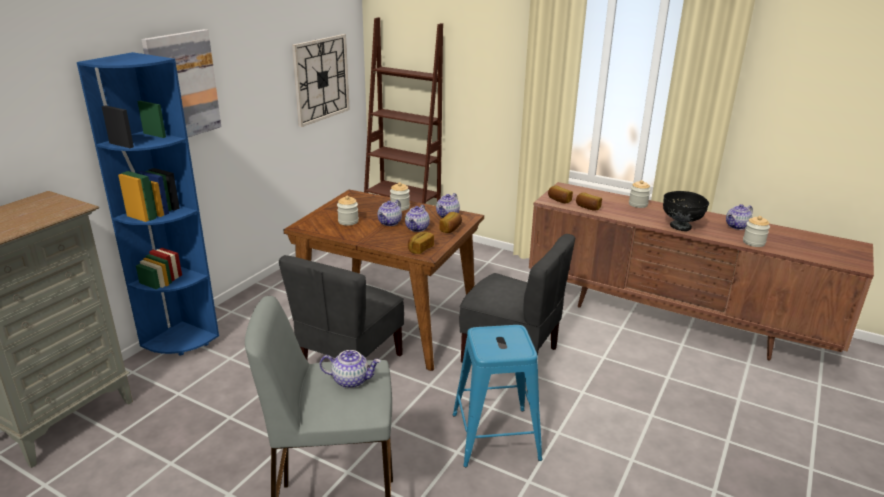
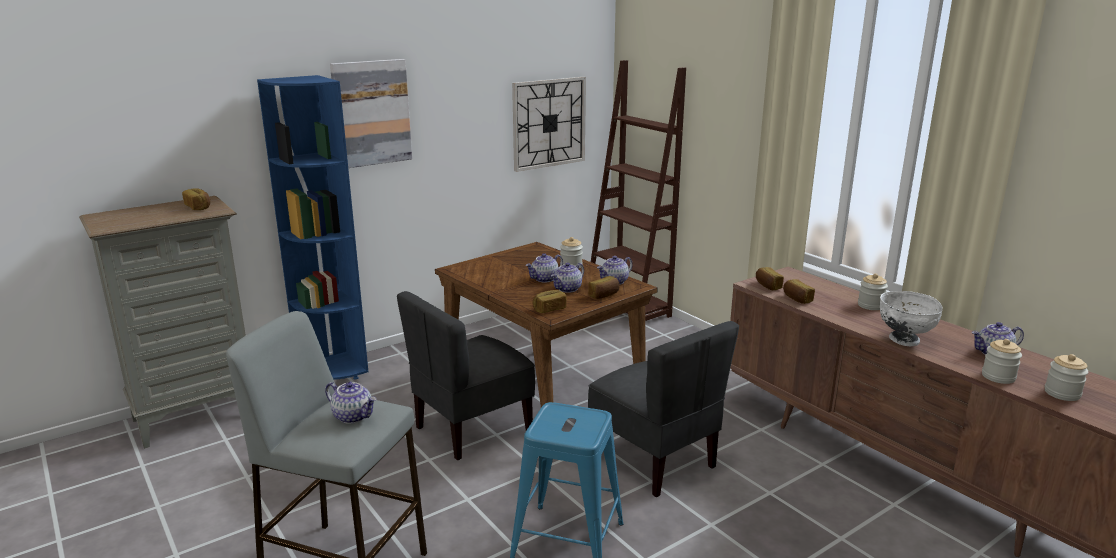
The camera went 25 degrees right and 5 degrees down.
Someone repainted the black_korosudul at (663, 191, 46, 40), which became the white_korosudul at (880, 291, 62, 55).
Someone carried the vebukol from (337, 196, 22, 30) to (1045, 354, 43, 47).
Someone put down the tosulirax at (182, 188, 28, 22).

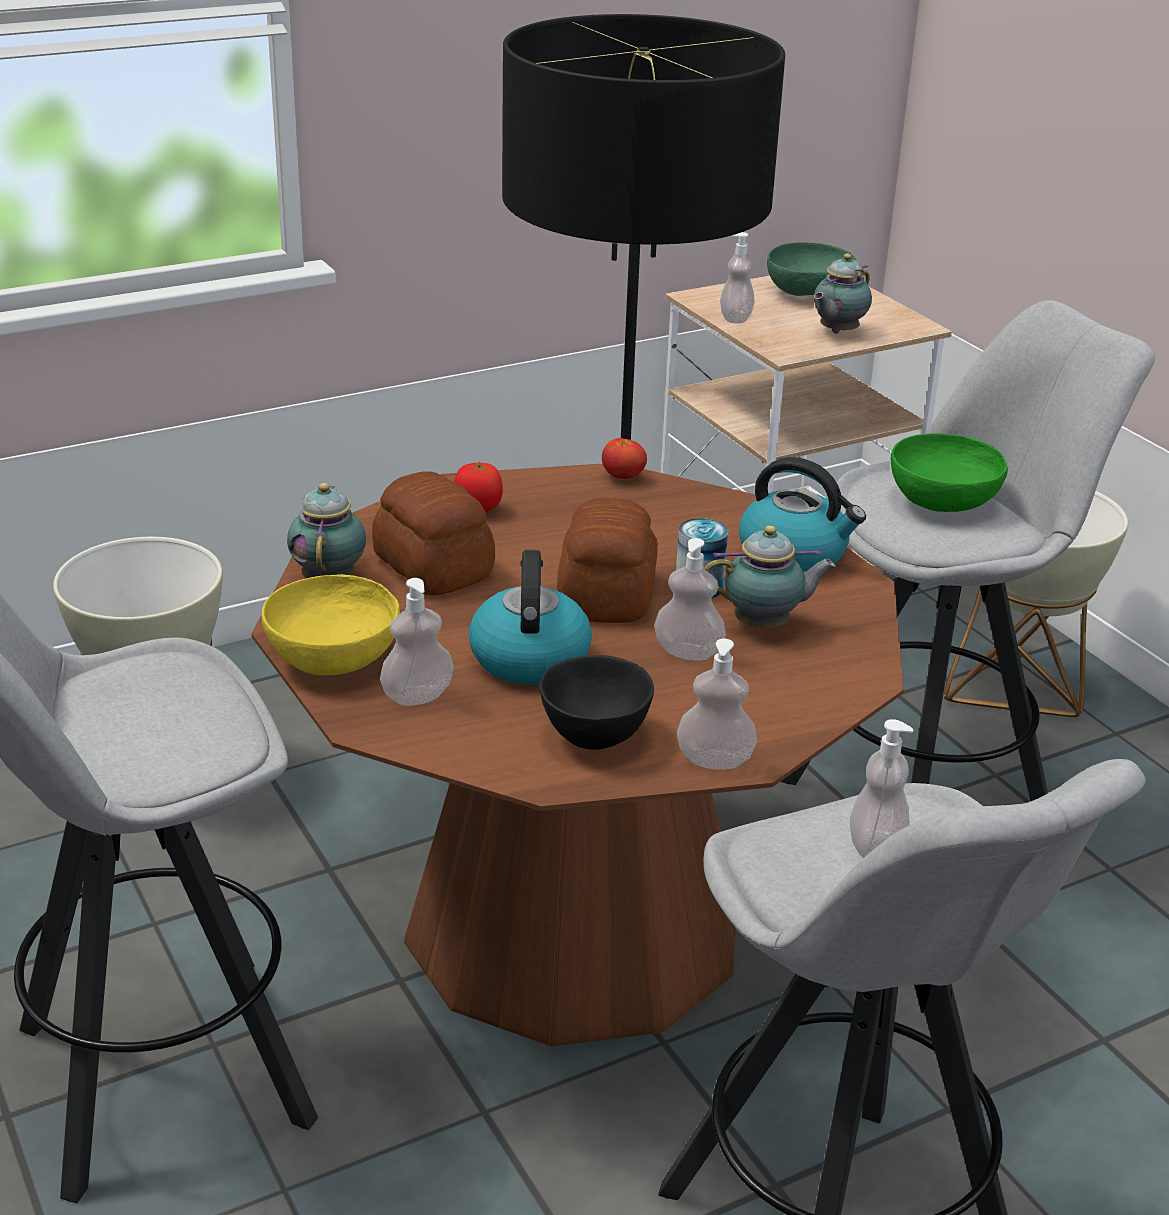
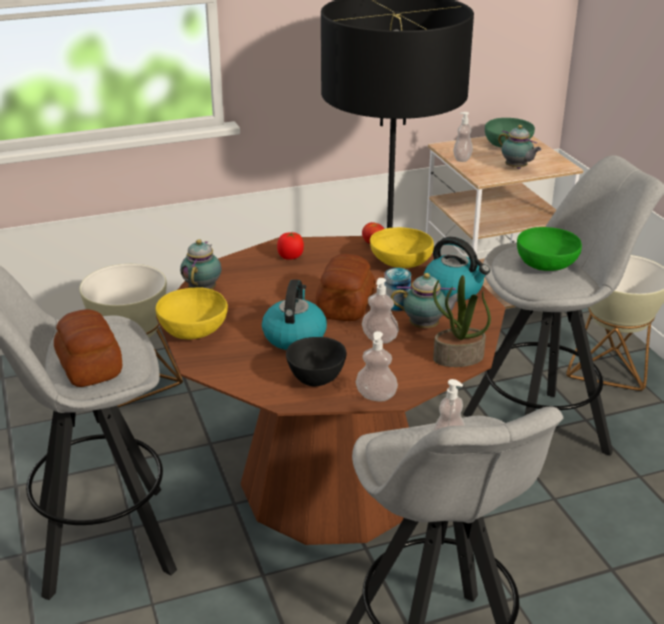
The camera went 10 degrees right and 0 degrees up.
Someone rotated the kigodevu at (814, 253, 58, 81) by 90 degrees counterclockwise.
Someone carried the tosulirax from (372, 471, 123, 125) to (54, 309, 68, 78).
Someone took away the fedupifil at (380, 578, 74, 128).
Someone put down the yellow_korosudul at (370, 227, 64, 41).
Someone put down the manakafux at (433, 275, 58, 92).

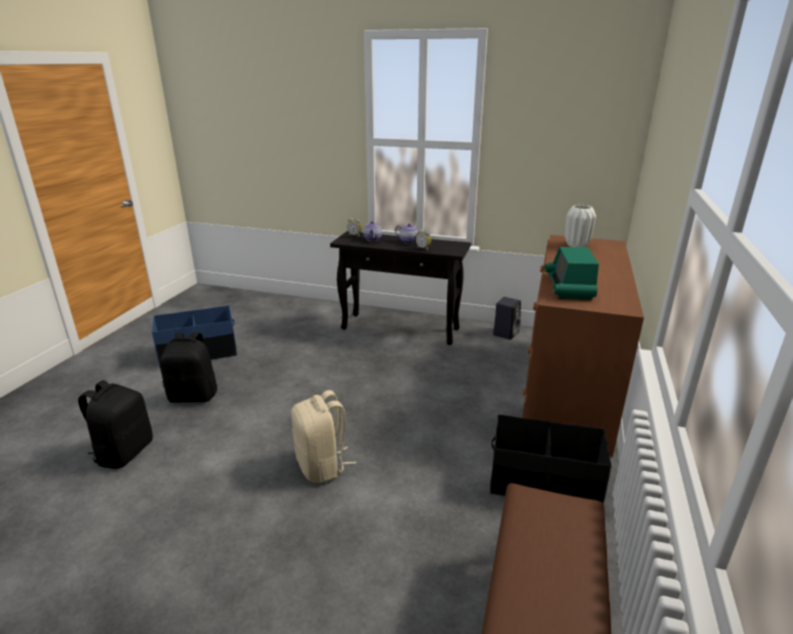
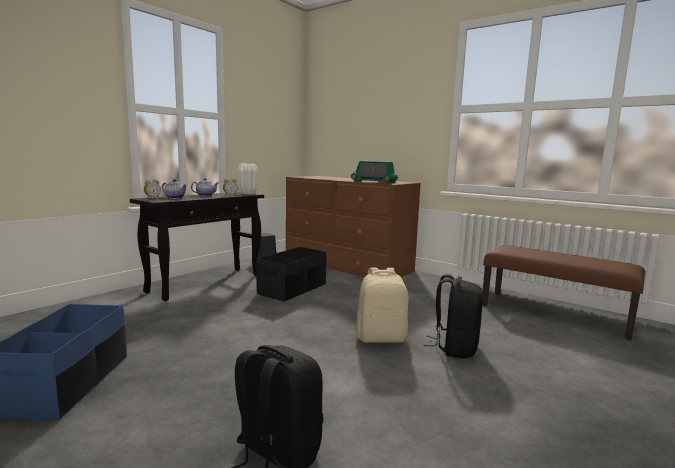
The camera went 70 degrees left and 15 degrees down.
Someone carried the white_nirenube from (565, 205, 31, 42) to (237, 164, 21, 31).
Someone carried the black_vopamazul from (159, 333, 58, 69) to (424, 274, 59, 84).
Someone carried the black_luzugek from (490, 414, 122, 90) to (256, 247, 71, 55).

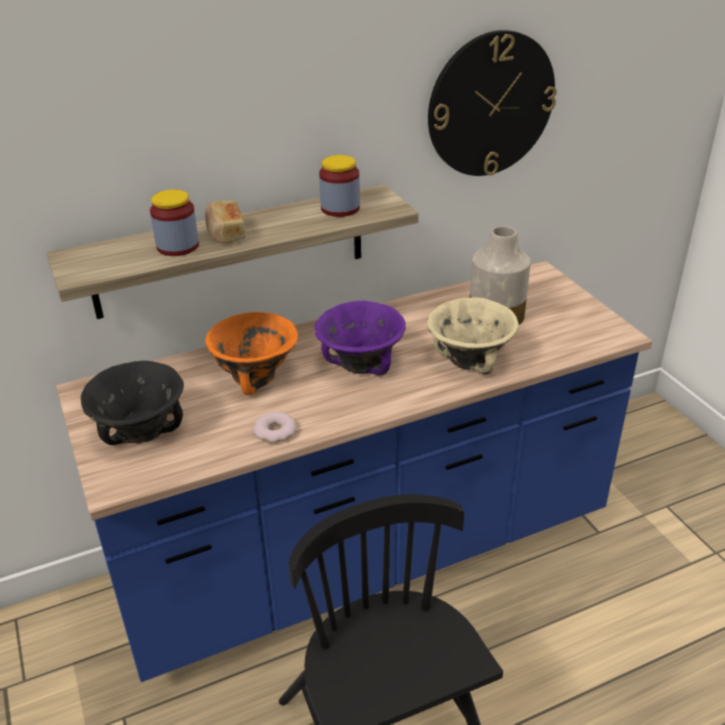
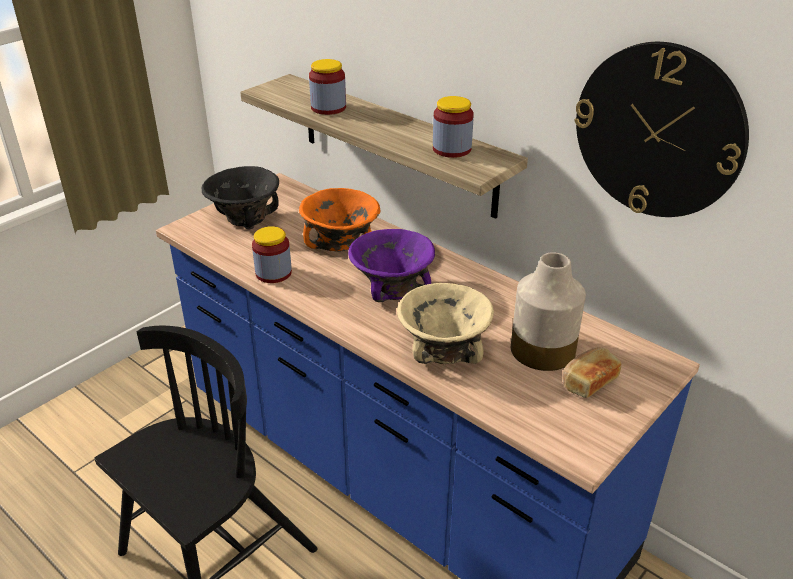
The camera went 65 degrees right and 0 degrees up.
Someone carried the tosulirax from (205, 201, 41, 43) to (562, 347, 60, 51).
Someone swapped the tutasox at (253, 412, 43, 31) for the vebukol at (252, 226, 40, 57).

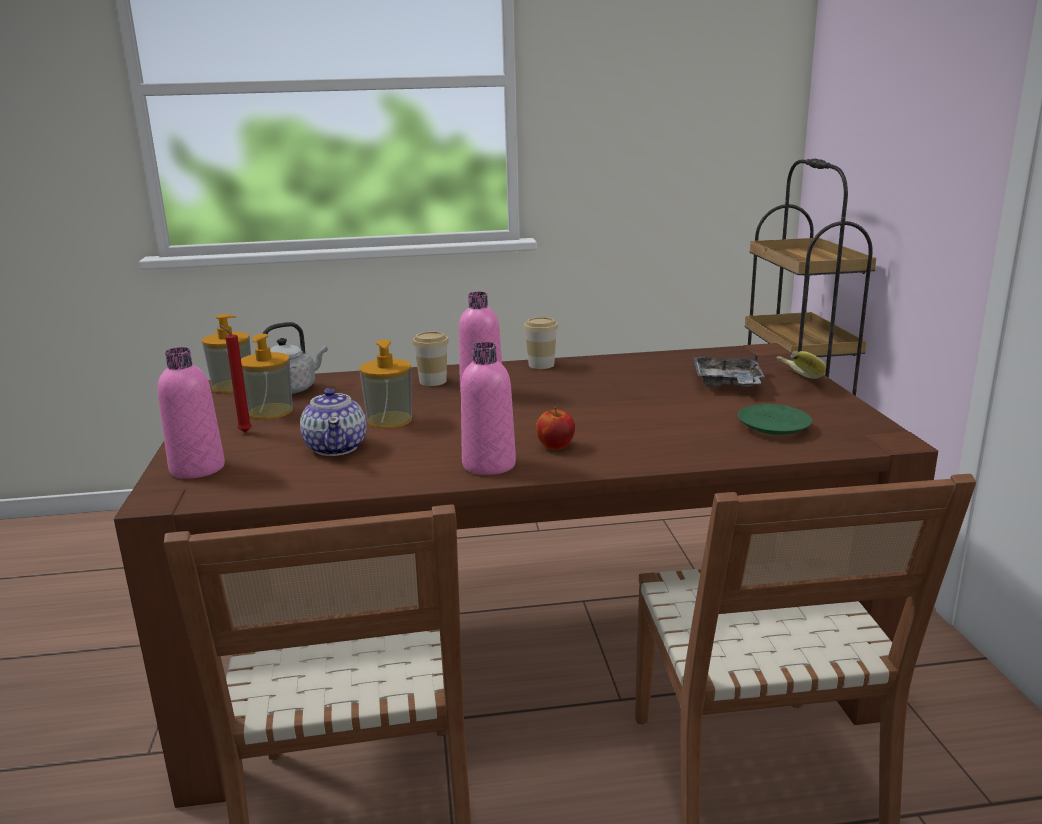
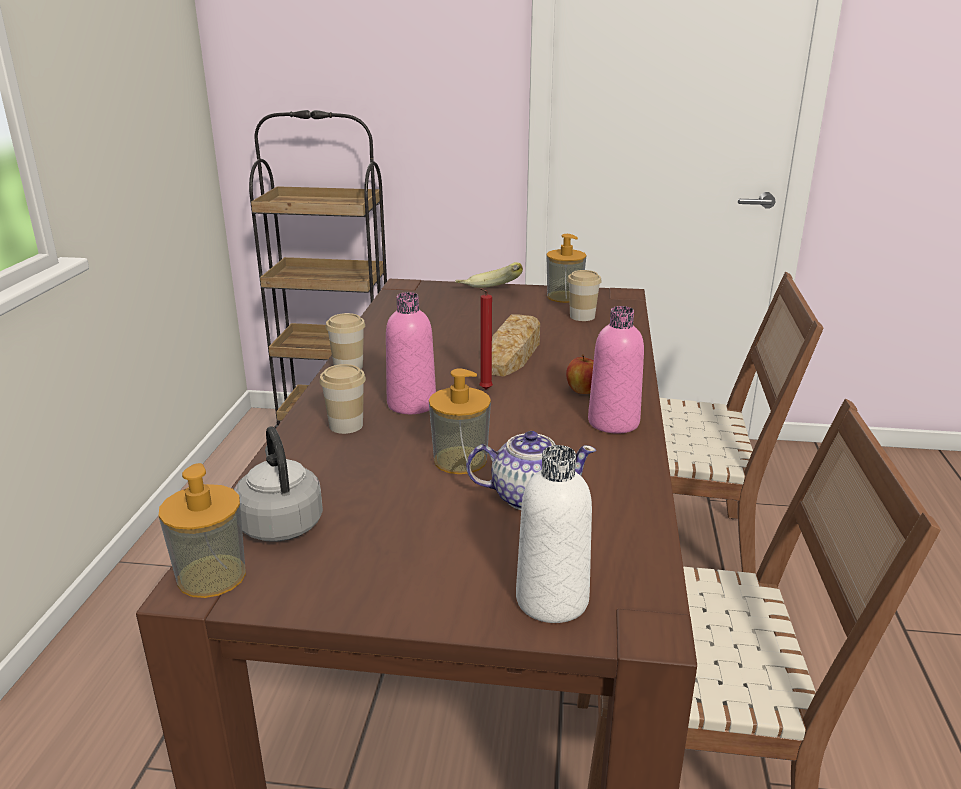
The camera went 75 degrees left and 5 degrees up.
Someone carried the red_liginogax from (219, 324, 33, 109) to (479, 288, 14, 101).
Someone carried the fedupifil from (241, 334, 52, 85) to (546, 234, 40, 69).
Someone repainted the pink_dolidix at (158, 347, 67, 132), which became the white_dolidix at (516, 445, 76, 178).
Someone took away the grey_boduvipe at (693, 353, 72, 34).
Someone swapped the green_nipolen at (738, 404, 74, 31) for the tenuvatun at (567, 270, 35, 51).
Someone put down the tosulirax at (492, 314, 48, 62).

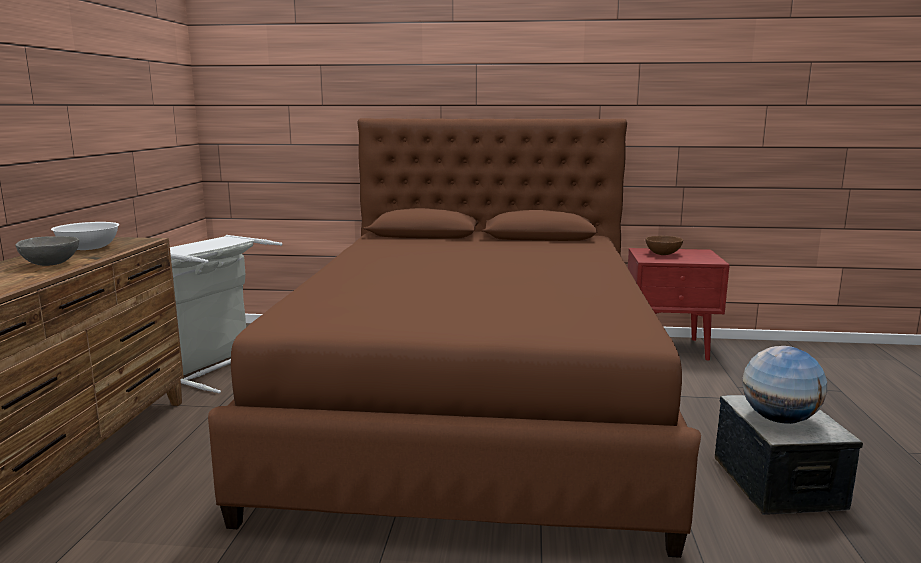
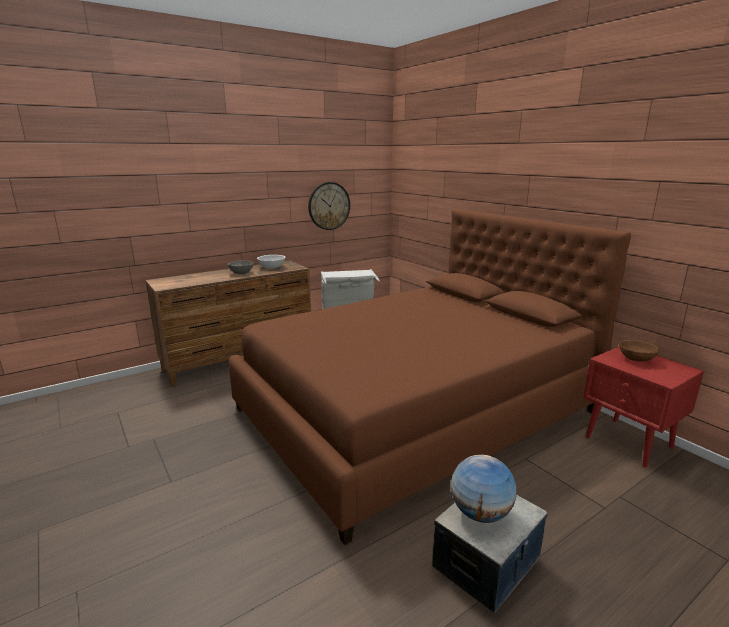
The camera went 50 degrees right and 5 degrees up.
Someone put up the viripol at (308, 182, 42, 48).

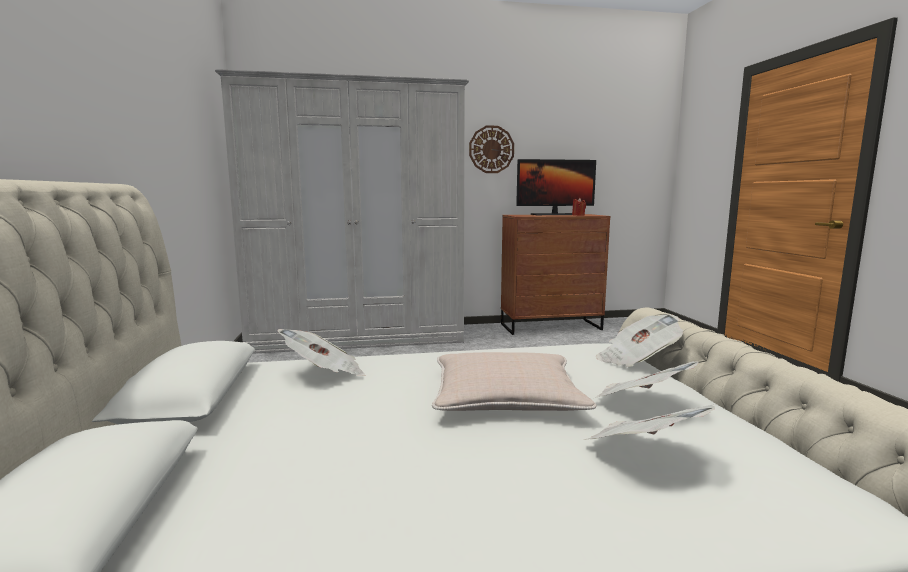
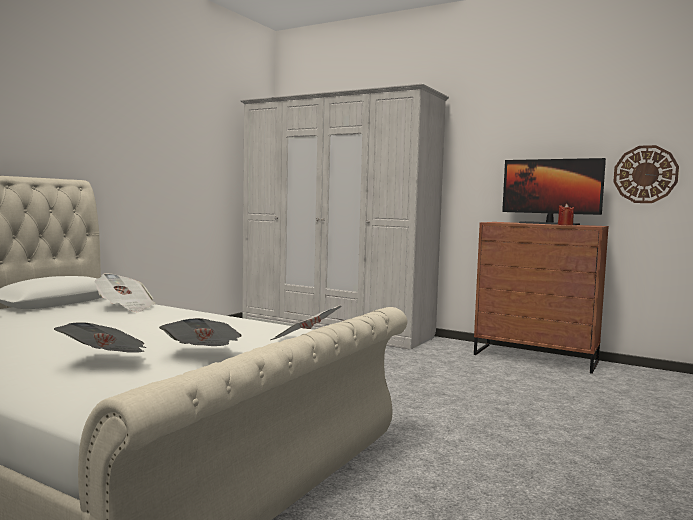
The camera went 40 degrees right and 5 degrees down.
Someone carried the viripol from (469, 125, 45, 48) to (613, 145, 66, 58).
Someone took away the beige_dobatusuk at (432, 352, 165, 59).

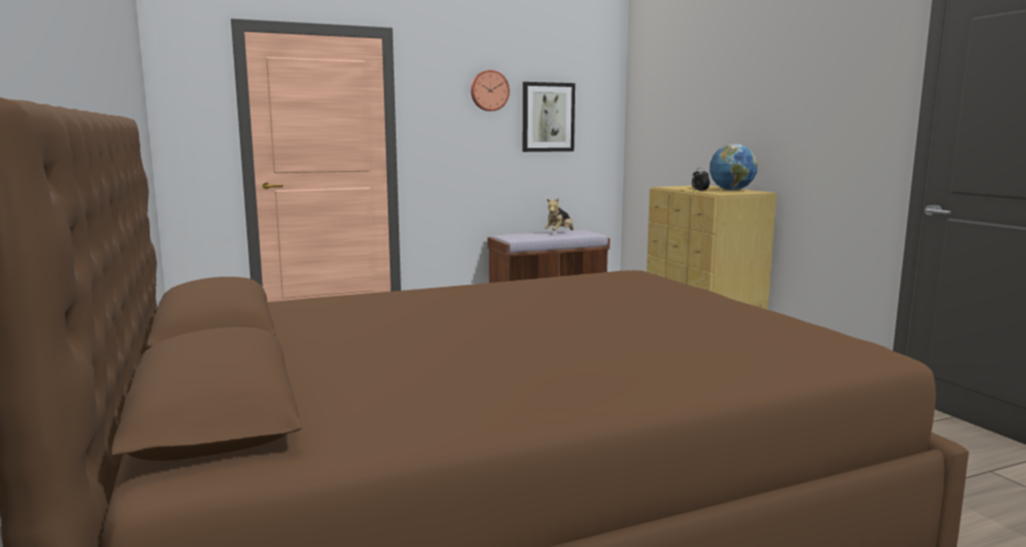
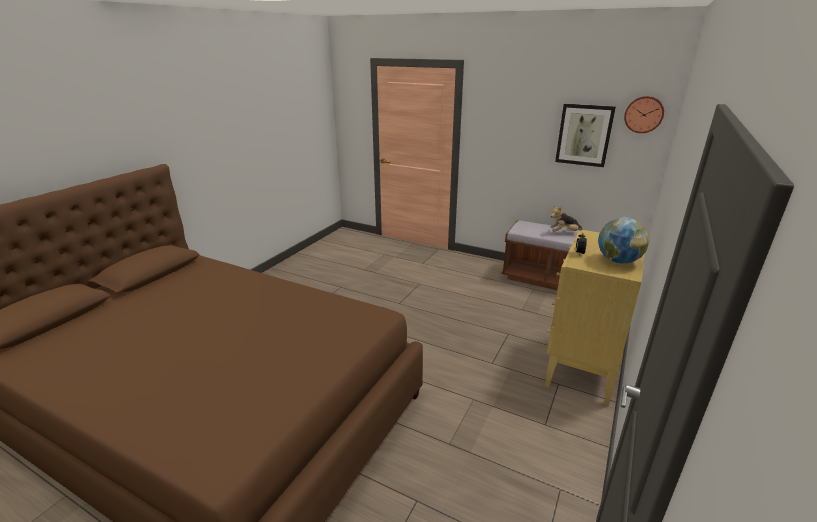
The camera went 50 degrees right and 15 degrees up.
Someone carried the viripol from (471, 70, 39, 41) to (624, 96, 40, 37).

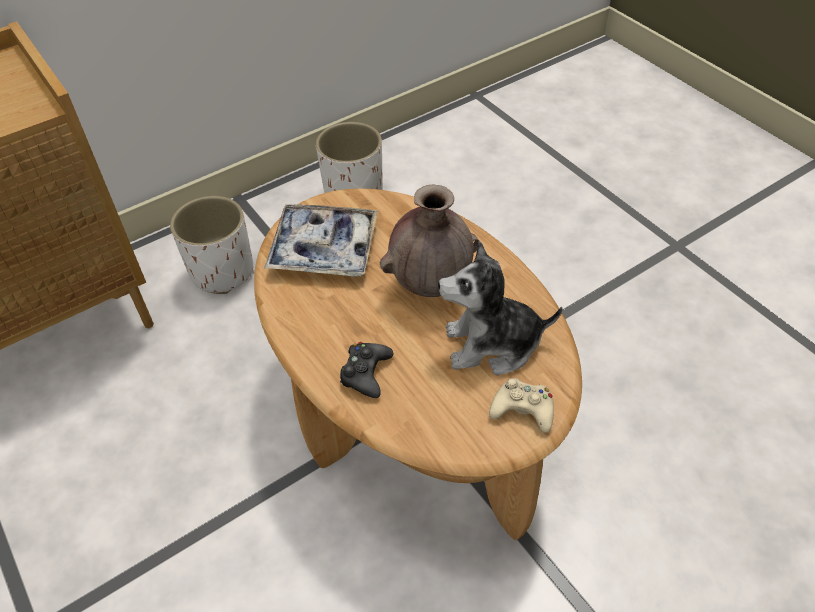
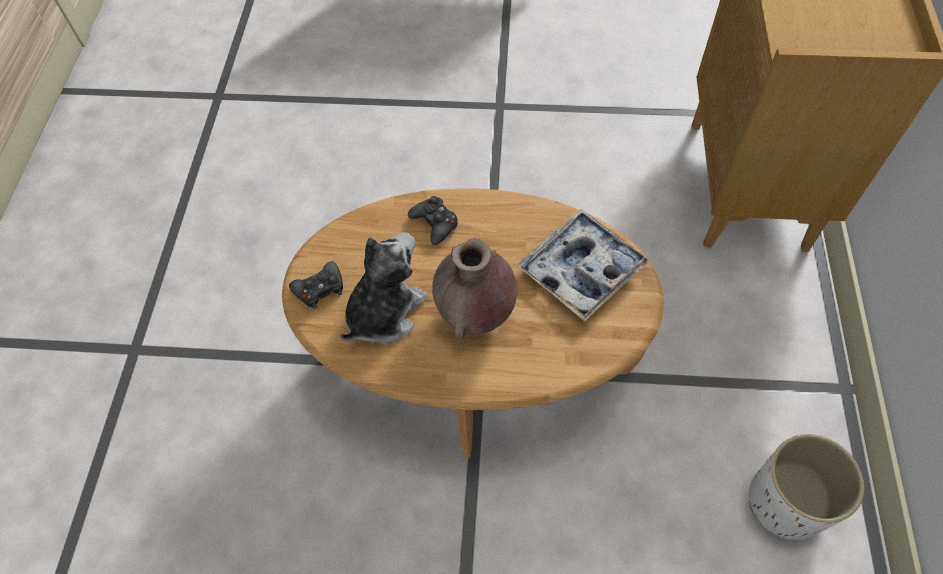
The camera went 130 degrees right and 10 degrees up.
Someone took away the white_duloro at (170, 196, 83, 98).
Someone repainted the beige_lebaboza at (489, 378, 65, 55), which became the black_lebaboza at (289, 261, 54, 48).

